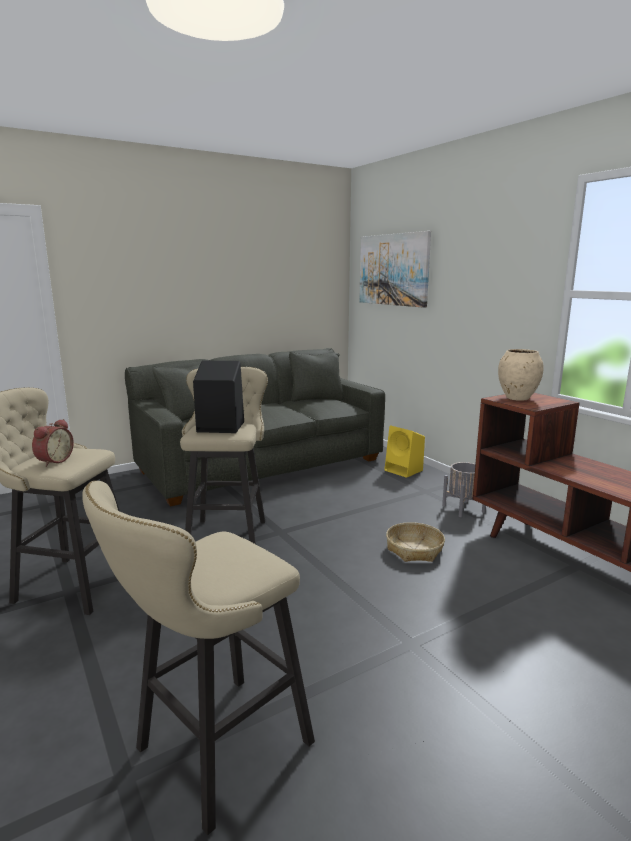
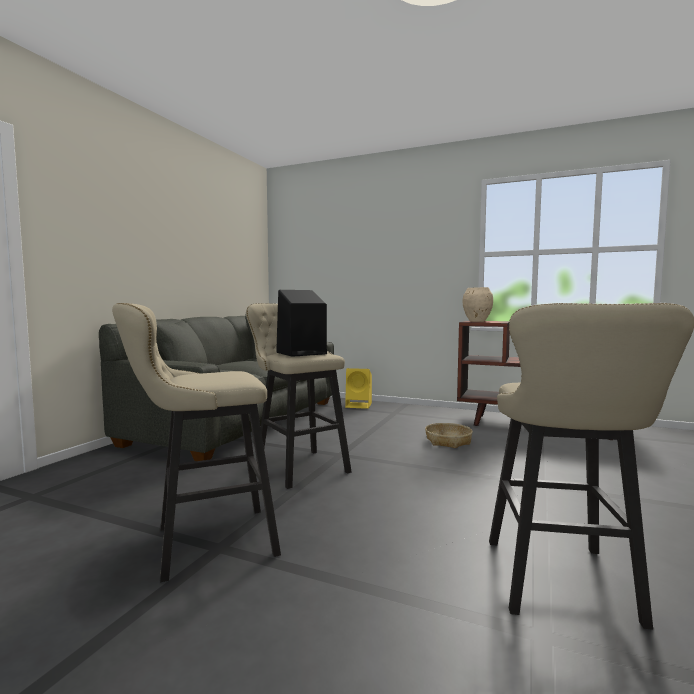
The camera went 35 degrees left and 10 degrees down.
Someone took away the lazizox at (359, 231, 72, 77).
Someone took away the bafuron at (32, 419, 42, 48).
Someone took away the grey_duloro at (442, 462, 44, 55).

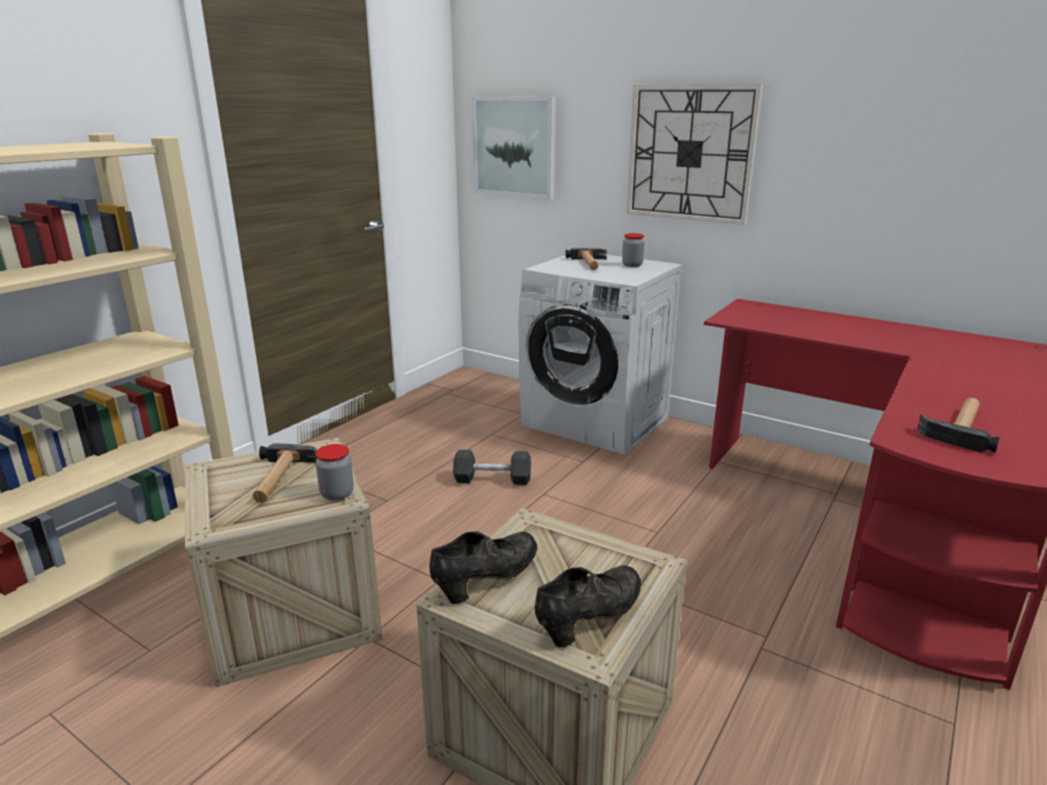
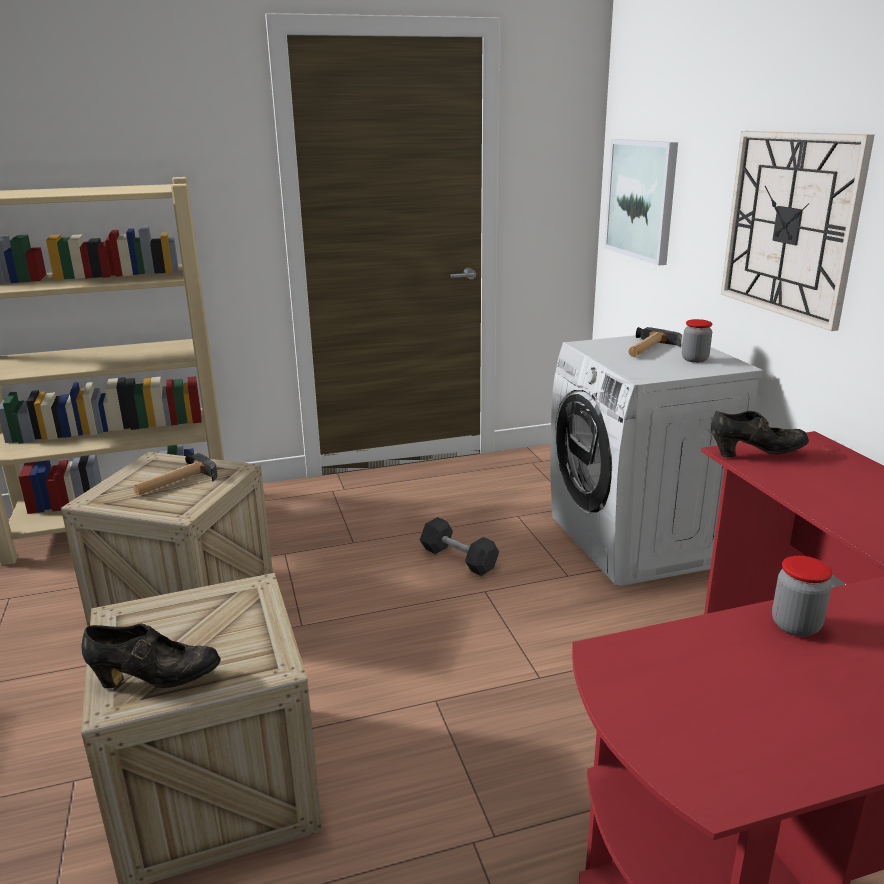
The camera went 40 degrees right and 0 degrees up.
Someone took away the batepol at (917, 397, 83, 56).
Someone carried the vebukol from (316, 444, 38, 57) to (772, 556, 61, 81).
Someone carried the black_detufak from (429, 531, 108, 73) to (711, 411, 98, 46).

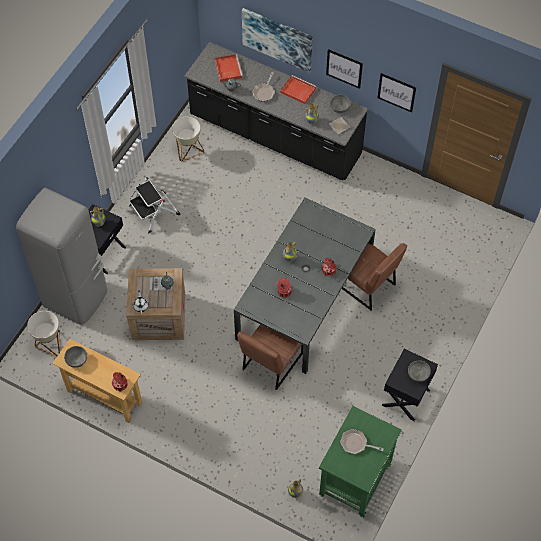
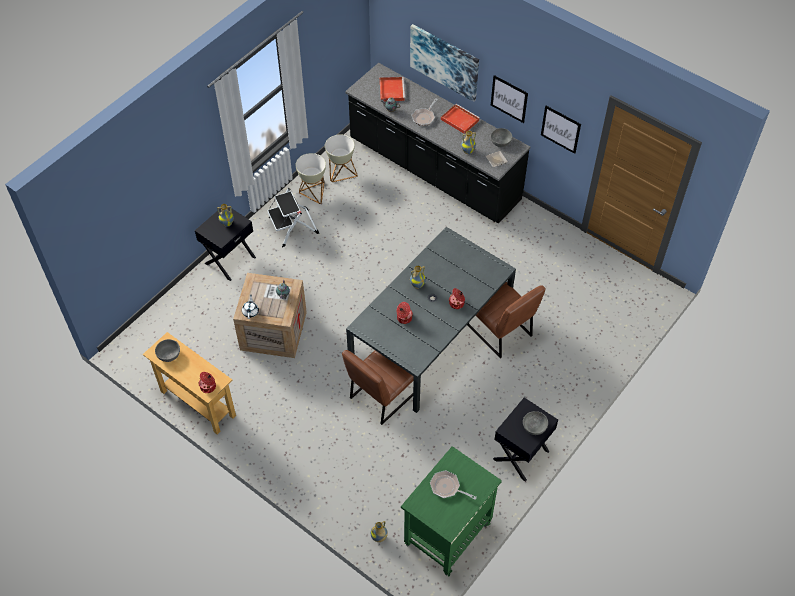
The camera went 10 degrees right and 5 degrees down.
Someone took away the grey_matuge at (16, 188, 92, 137).
Someone carried the duloro from (27, 311, 33, 45) to (296, 153, 30, 51).

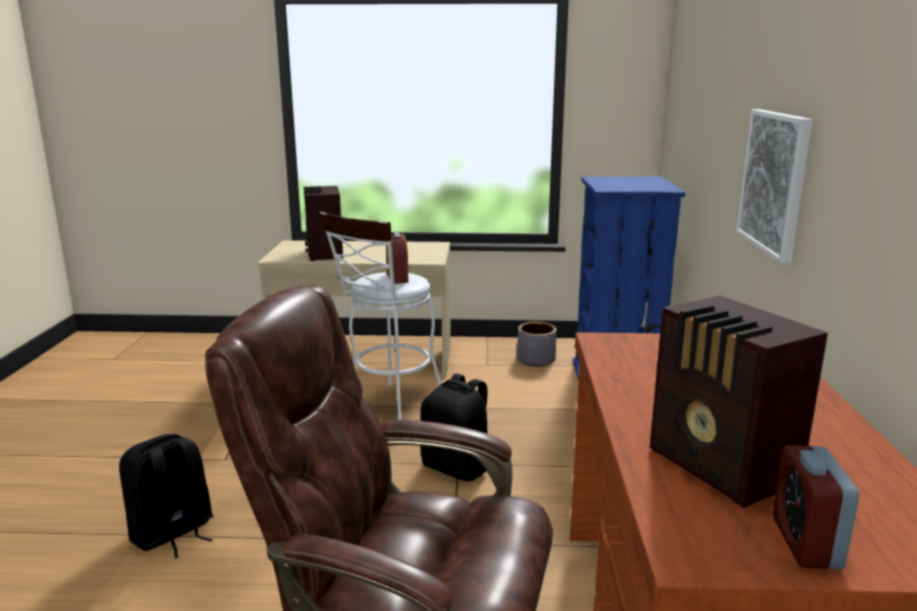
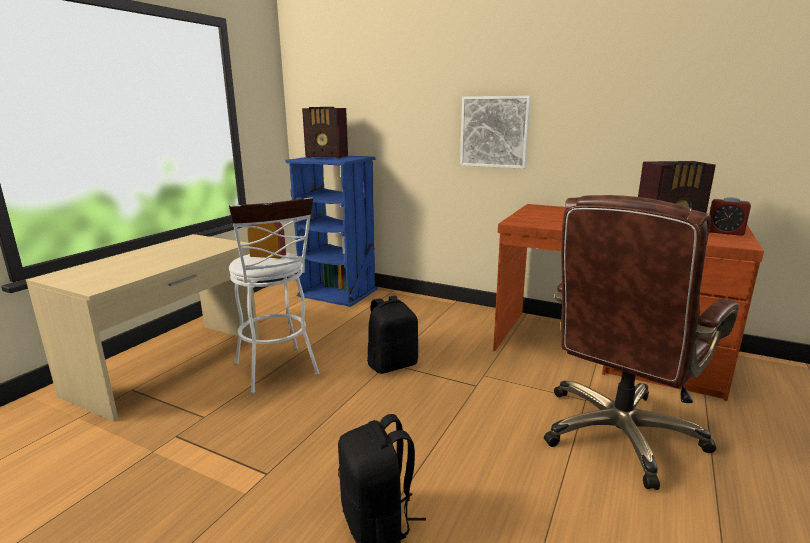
The camera went 65 degrees left and 0 degrees up.
Someone carried the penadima from (304, 186, 39, 75) to (302, 107, 46, 51).
Someone took away the grey_duloro at (517, 322, 40, 44).

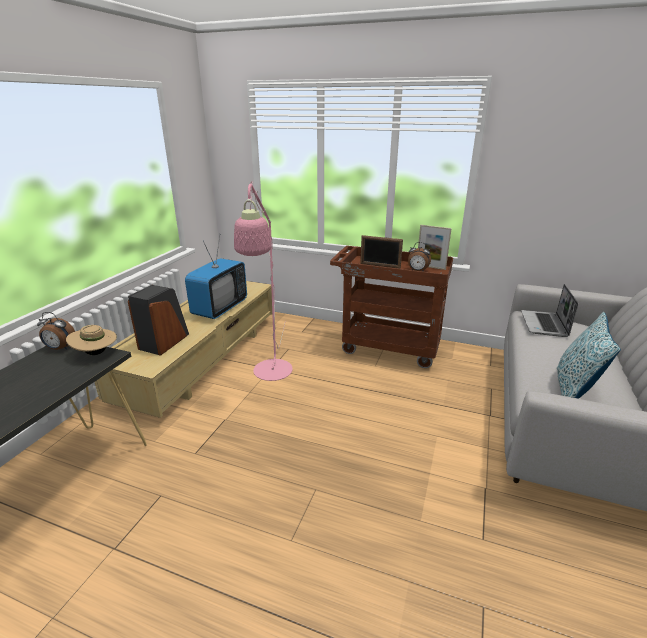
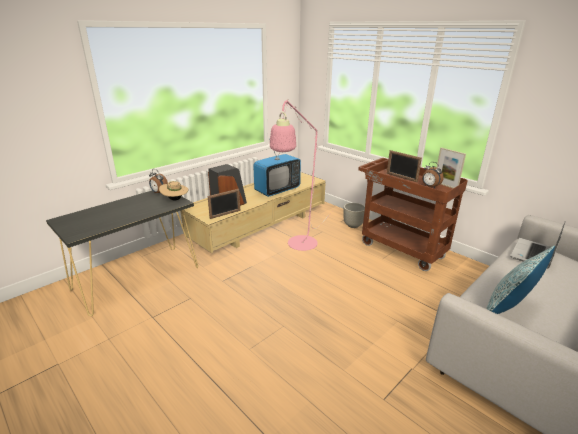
The camera went 25 degrees right and 0 degrees up.
Someone put down the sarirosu at (208, 189, 32, 30).
Someone put down the grey_duloro at (343, 203, 22, 25).

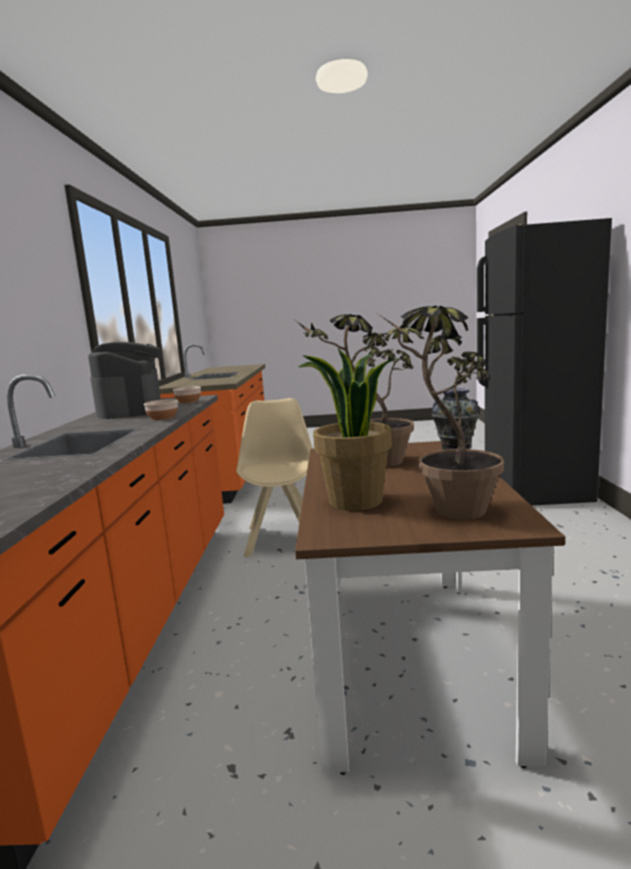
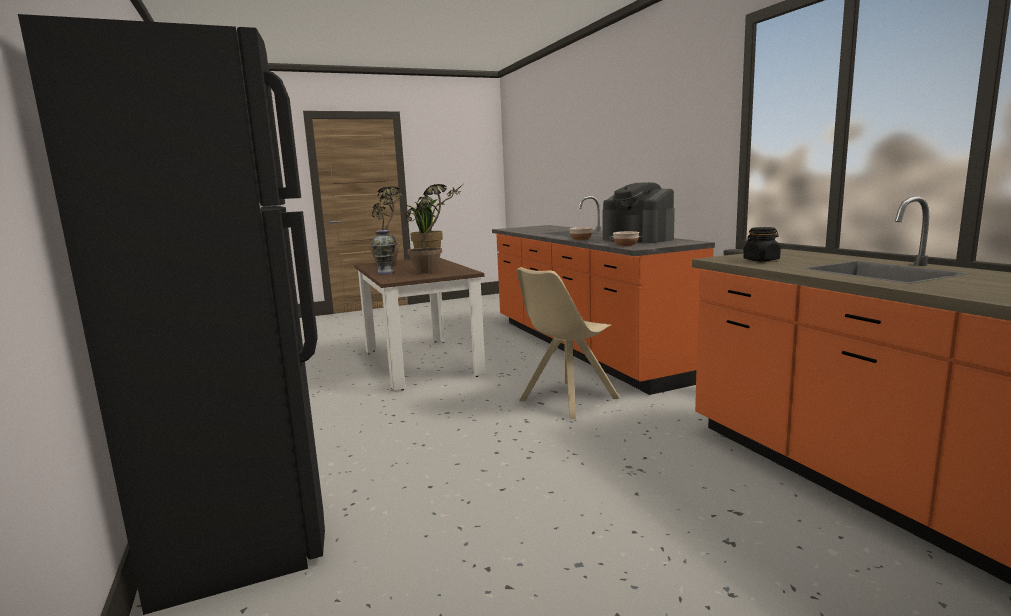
The camera went 155 degrees right and 0 degrees up.
Someone rotated the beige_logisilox at (236, 398, 77, 160) by 75 degrees clockwise.
Someone put down the black_vebukol at (743, 227, 38, 35).

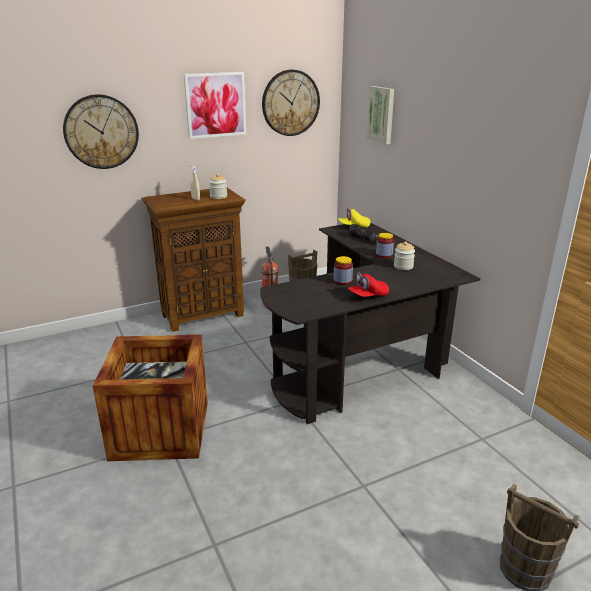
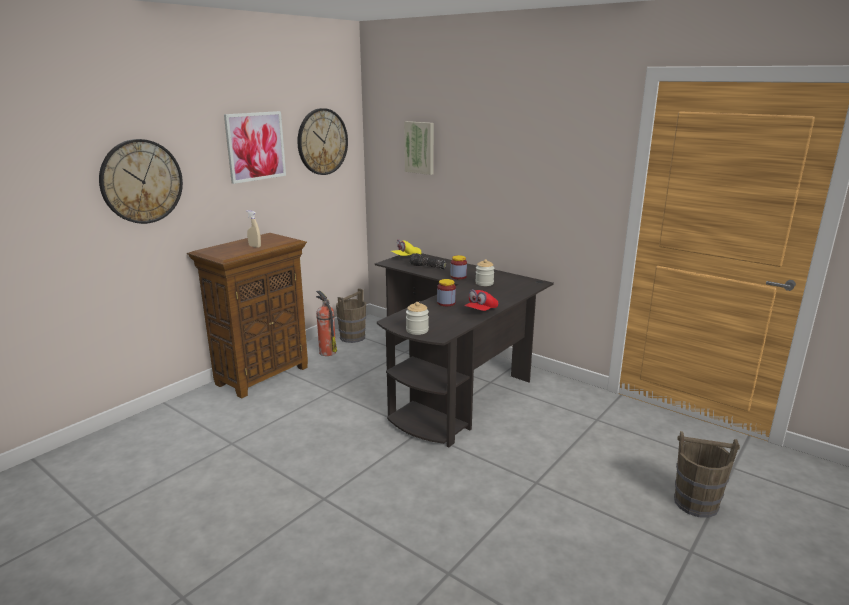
The camera went 25 degrees left and 5 degrees down.
Someone carried the vebukol from (209, 173, 18, 26) to (406, 302, 23, 33).
Someone took away the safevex at (93, 335, 115, 126).

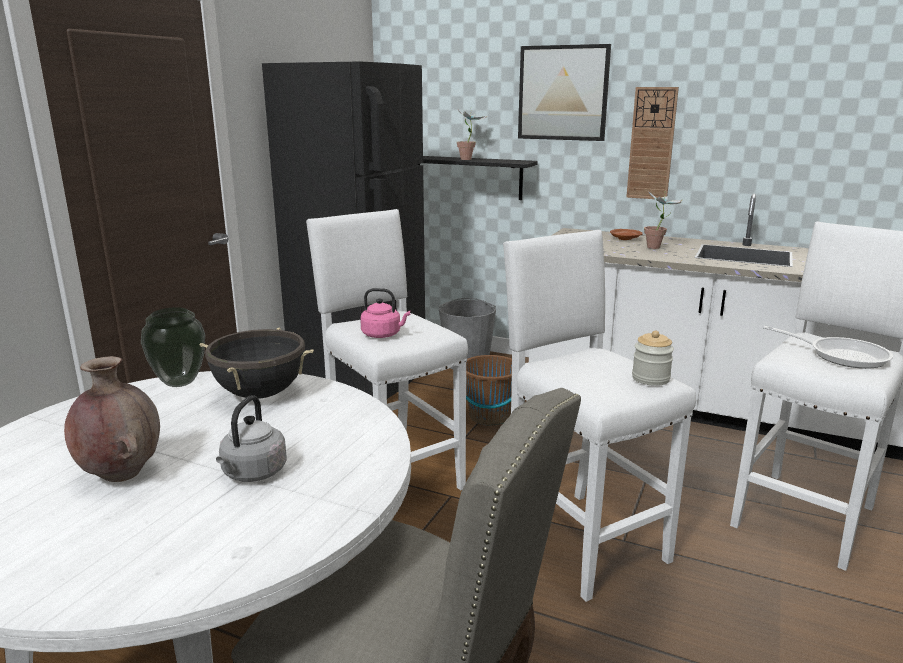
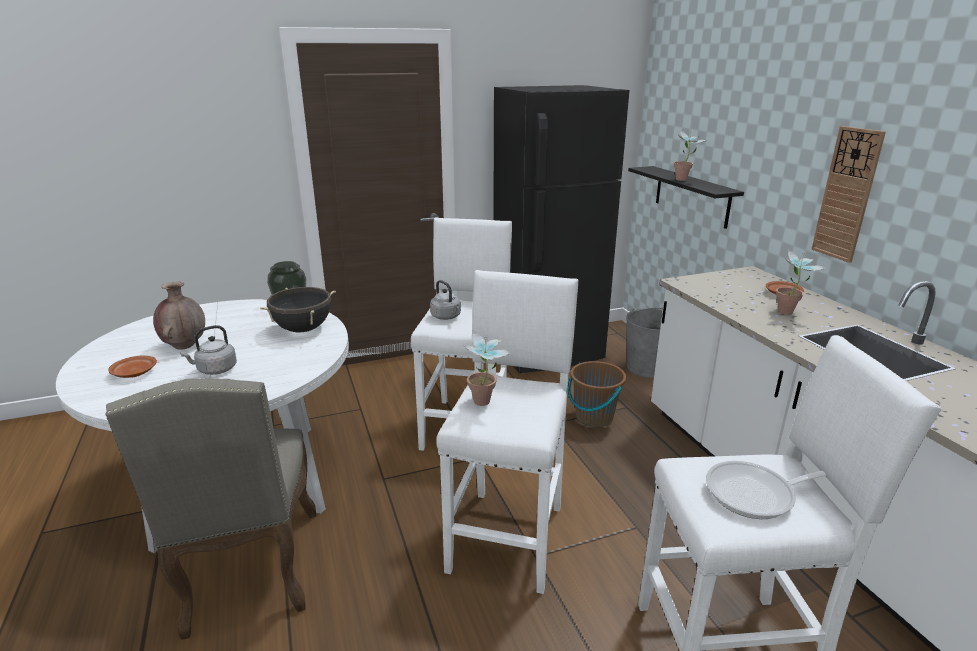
The camera went 45 degrees right and 5 degrees up.
Someone took away the lazizox at (518, 44, 93, 97).
Someone repainted the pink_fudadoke at (360, 288, 50, 50), which became the grey_fudadoke at (430, 280, 31, 40).
Someone rotated the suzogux at (763, 326, 130, 43) by 90 degrees clockwise.
Someone took away the vebukol at (632, 331, 42, 55).
Someone put down the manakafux at (464, 330, 48, 76).
Someone put down the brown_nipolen at (108, 356, 49, 22).

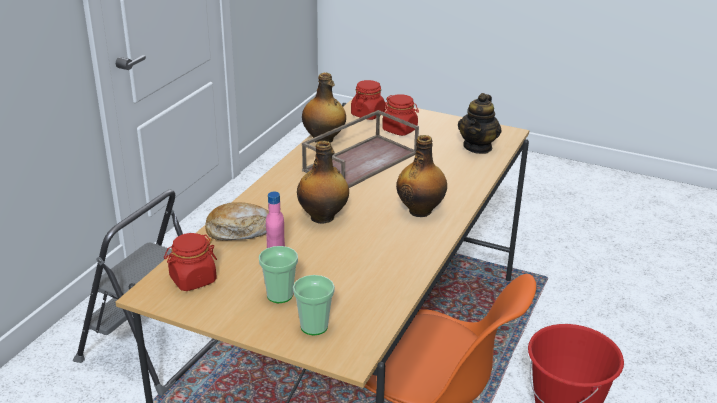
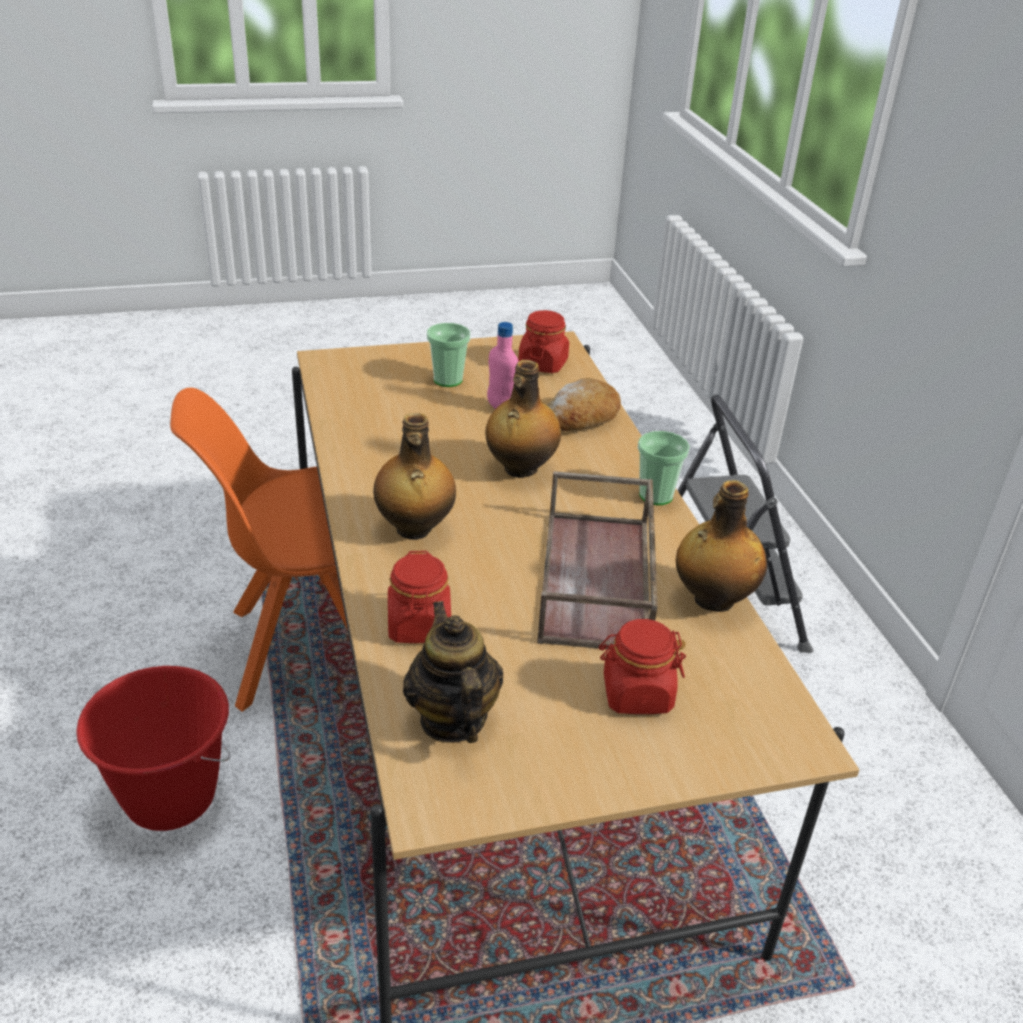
The camera went 140 degrees right and 5 degrees up.
Someone carried the red_vebukol from (351, 80, 34, 40) to (388, 551, 63, 92).
Someone carried the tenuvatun from (293, 275, 42, 61) to (638, 431, 52, 74).

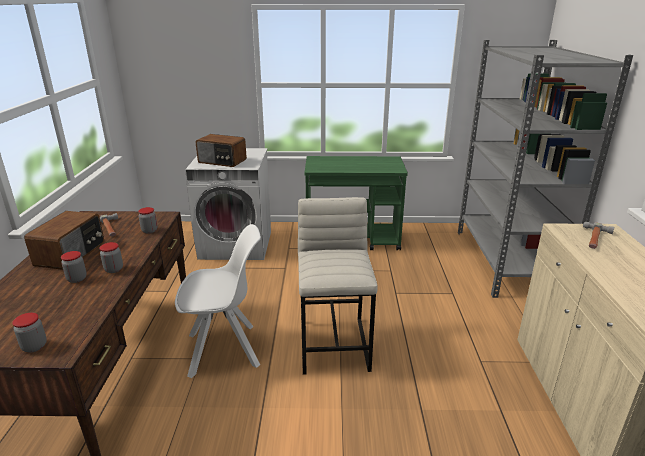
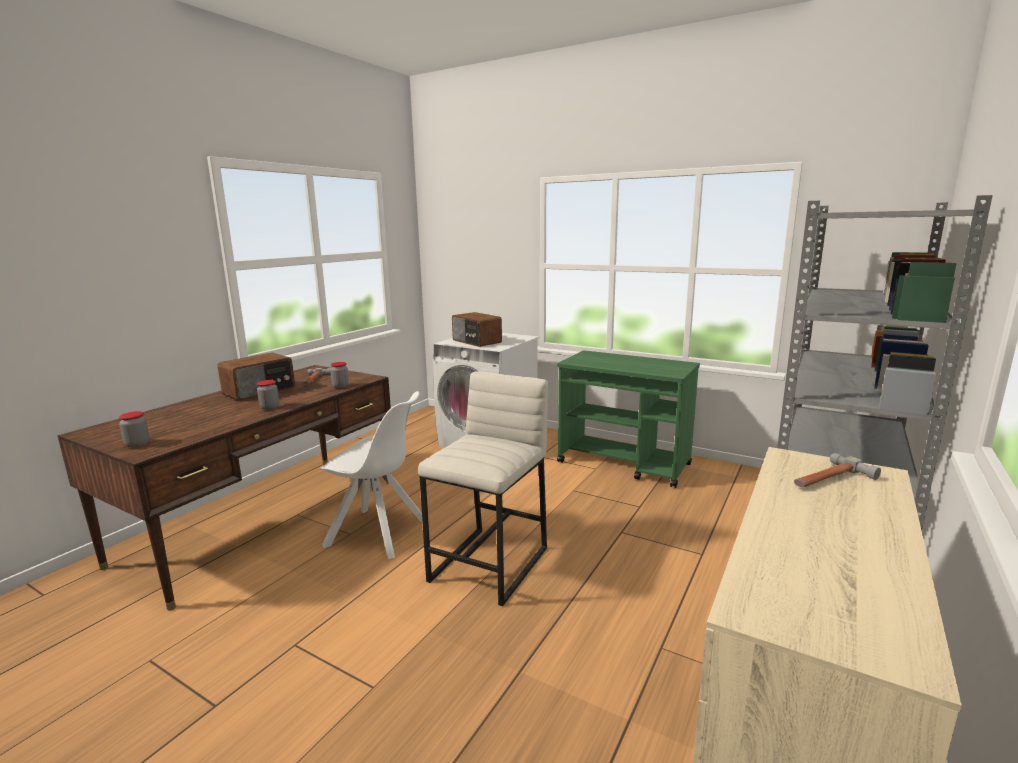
The camera went 30 degrees right and 10 degrees down.
Someone took away the vebukol at (61, 251, 26, 32).

